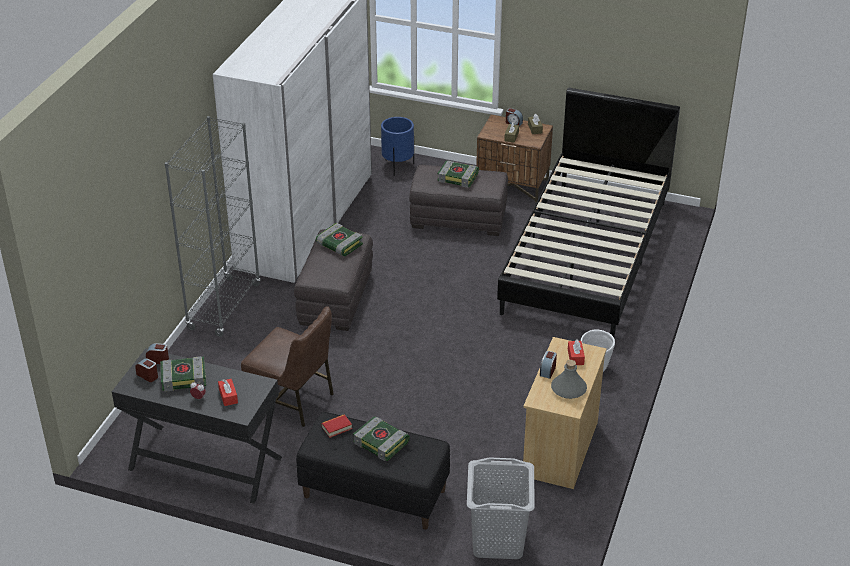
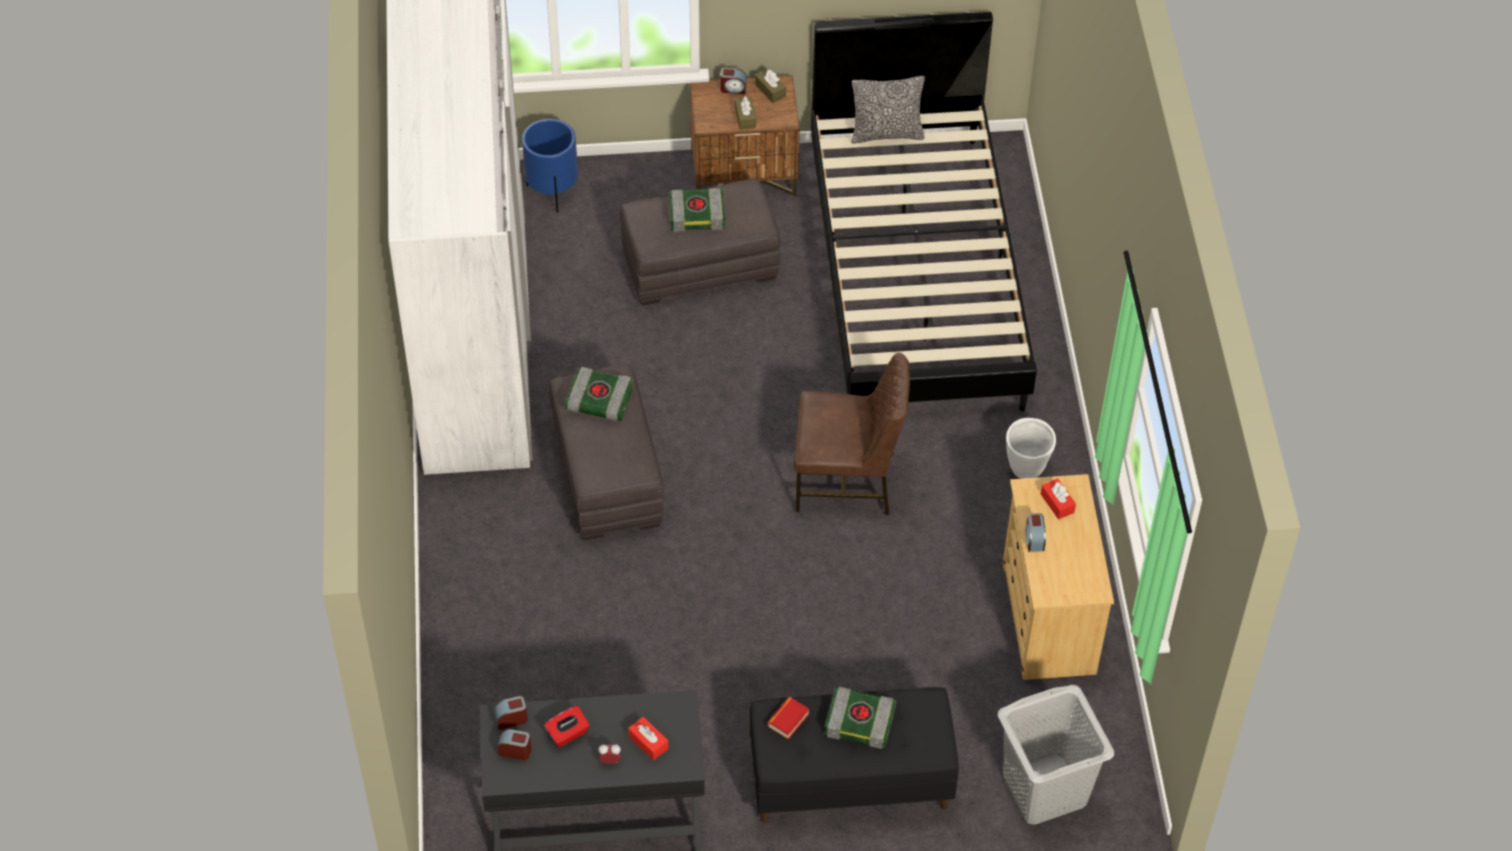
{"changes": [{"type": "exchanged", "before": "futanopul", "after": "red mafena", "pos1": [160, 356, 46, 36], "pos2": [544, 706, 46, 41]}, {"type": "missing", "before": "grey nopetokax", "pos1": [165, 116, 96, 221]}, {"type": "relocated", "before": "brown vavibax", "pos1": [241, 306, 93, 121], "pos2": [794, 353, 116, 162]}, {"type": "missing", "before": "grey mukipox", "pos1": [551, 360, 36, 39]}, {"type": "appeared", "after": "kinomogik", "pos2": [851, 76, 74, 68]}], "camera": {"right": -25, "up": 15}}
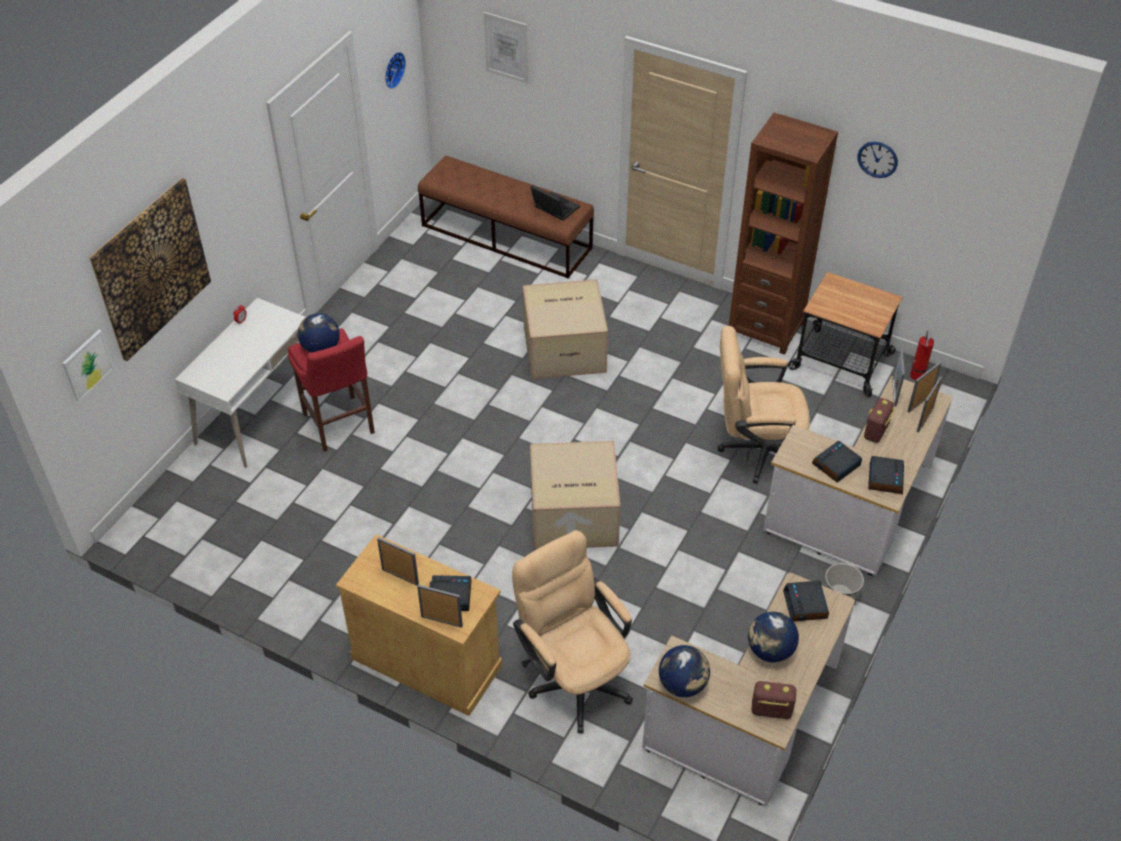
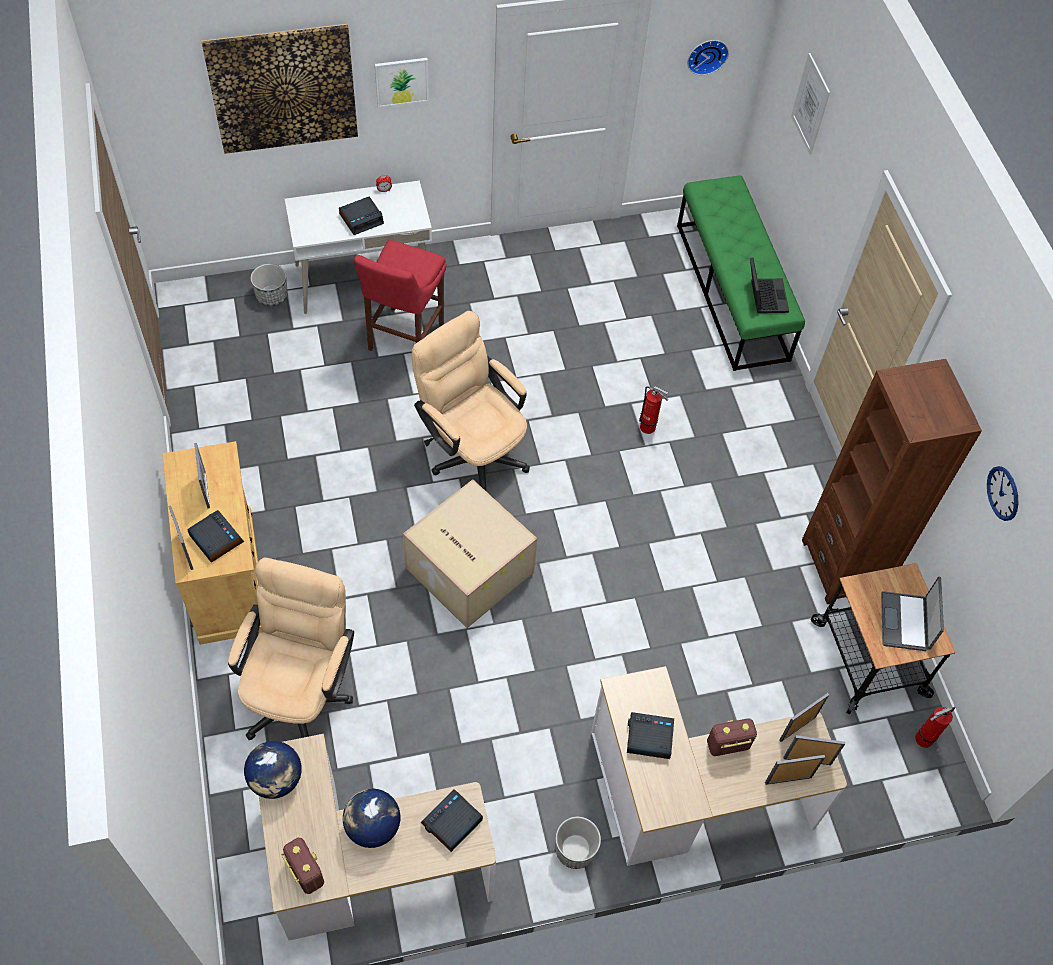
{"changes": [{"type": "relocated", "before": "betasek", "pos1": [62, 330, 52, 72], "pos2": [375, 58, 54, 49]}, {"type": "missing", "before": "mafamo", "pos1": [298, 313, 42, 40]}, {"type": "colour", "before": "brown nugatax", "after": "green nugatax", "pos1": [418, 156, 176, 122], "pos2": [677, 175, 128, 196]}, {"type": "exchanged", "before": "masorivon", "after": "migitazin", "pos1": [523, 279, 85, 100], "pos2": [639, 386, 29, 48]}, {"type": "relocated", "before": "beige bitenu", "pos1": [718, 326, 92, 158], "pos2": [412, 311, 118, 181]}, {"type": "relocated", "before": "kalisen", "pos1": [868, 456, 36, 38], "pos2": [339, 197, 45, 38]}, {"type": "appeared", "after": "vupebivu", "pos2": [251, 264, 37, 42]}, {"type": "appeared", "after": "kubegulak", "pos2": [881, 577, 63, 74]}], "camera": {"right": 45, "up": 10}}
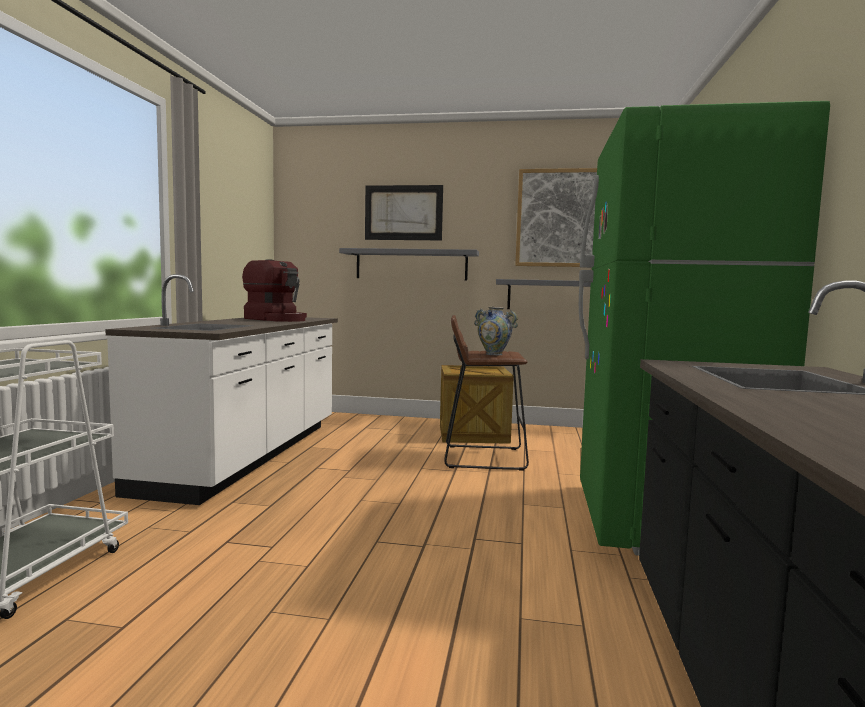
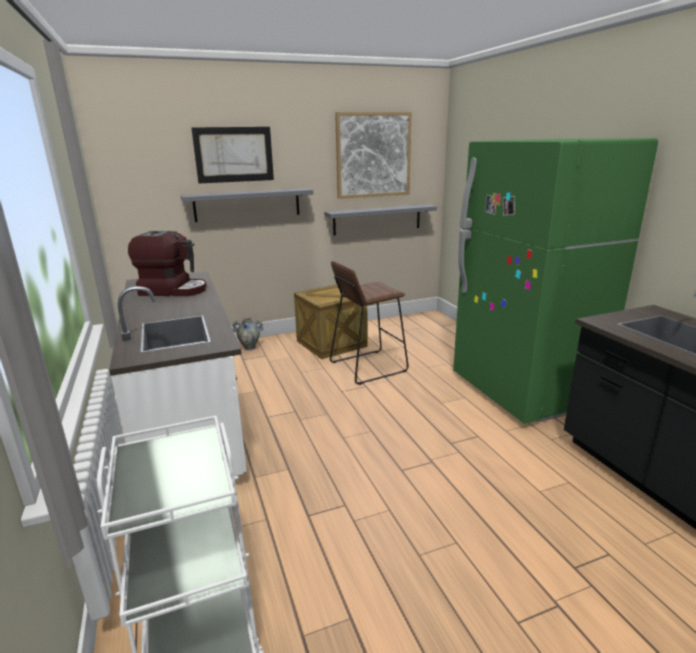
{"changes": [{"type": "relocated", "before": "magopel", "pos1": [474, 307, 44, 49], "pos2": [233, 317, 30, 34]}], "camera": {"right": -30, "up": 15}}
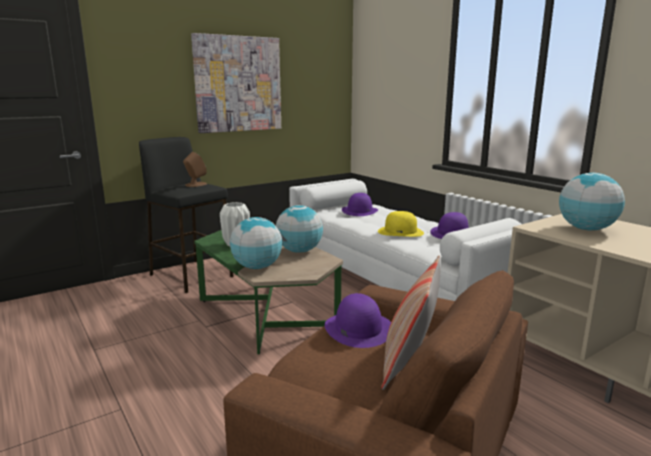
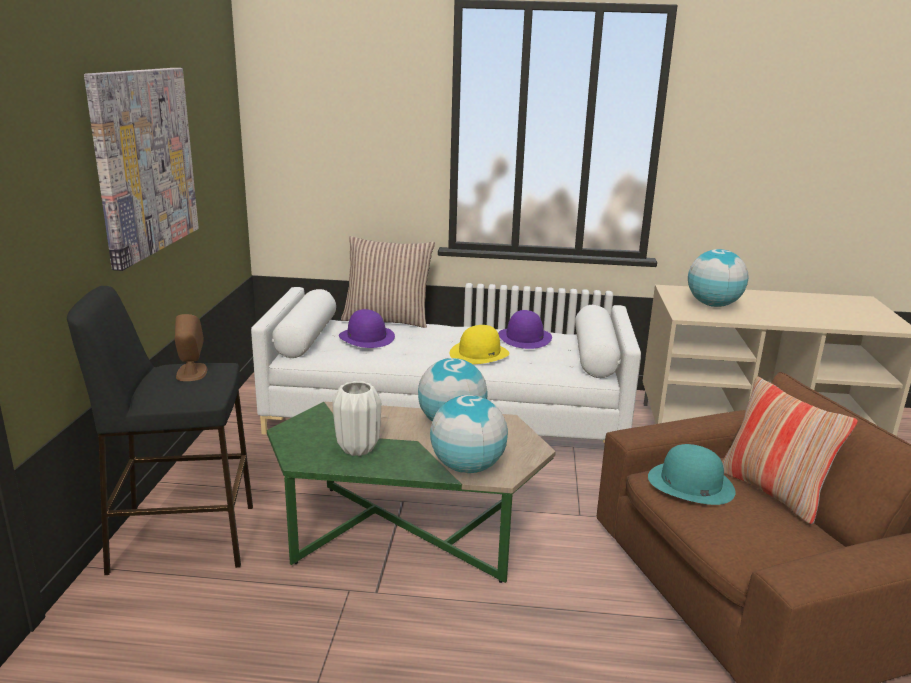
{"changes": [{"type": "colour", "before": "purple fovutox", "after": "turquoise fovutox", "pos1": [325, 293, 66, 55], "pos2": [648, 444, 88, 61]}, {"type": "appeared", "after": "kinomogik", "pos2": [341, 236, 94, 92]}], "camera": {"right": -50, "up": 5}}
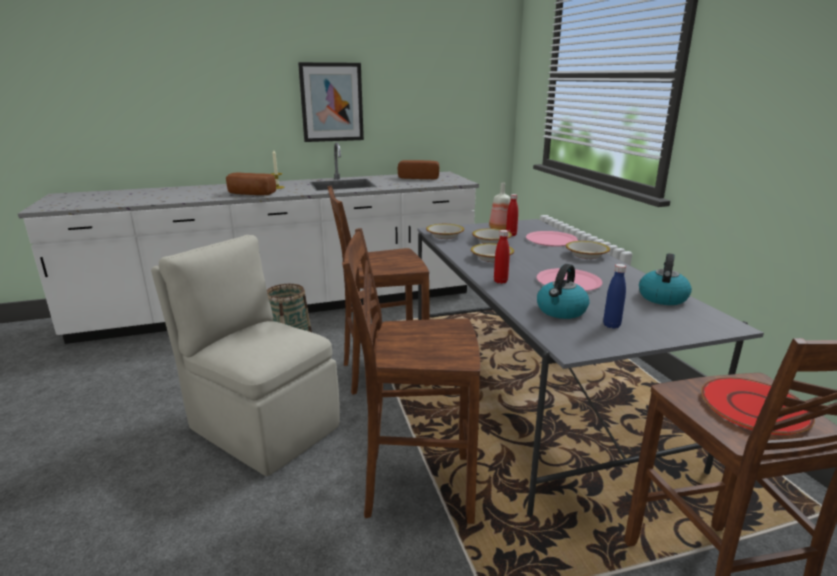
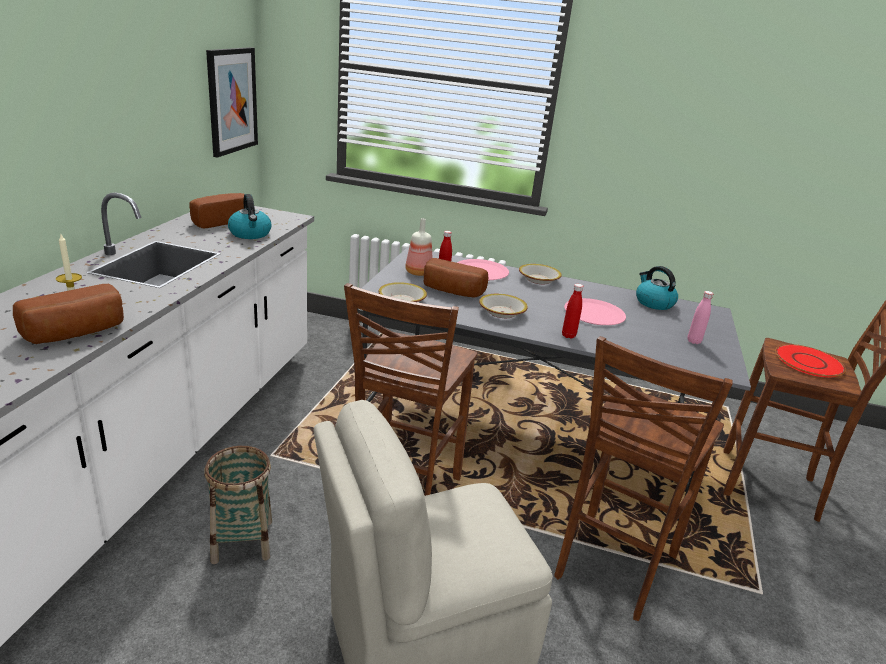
{"changes": [{"type": "relocated", "before": "betasek", "pos1": [298, 62, 66, 80], "pos2": [206, 47, 52, 111]}, {"type": "exchanged", "before": "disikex", "after": "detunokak", "pos1": [472, 228, 40, 16], "pos2": [424, 258, 64, 40]}, {"type": "relocated", "before": "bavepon", "pos1": [537, 264, 52, 55], "pos2": [228, 194, 44, 45]}, {"type": "colour", "before": "blue mukipox", "after": "pink mukipox", "pos1": [603, 264, 23, 65], "pos2": [687, 291, 26, 53]}], "camera": {"right": -60, "up": 5}}
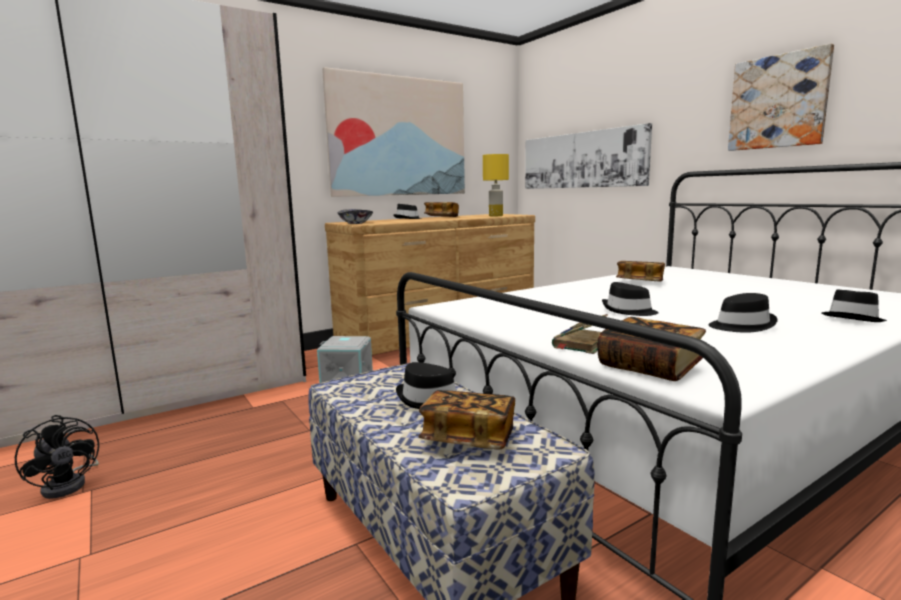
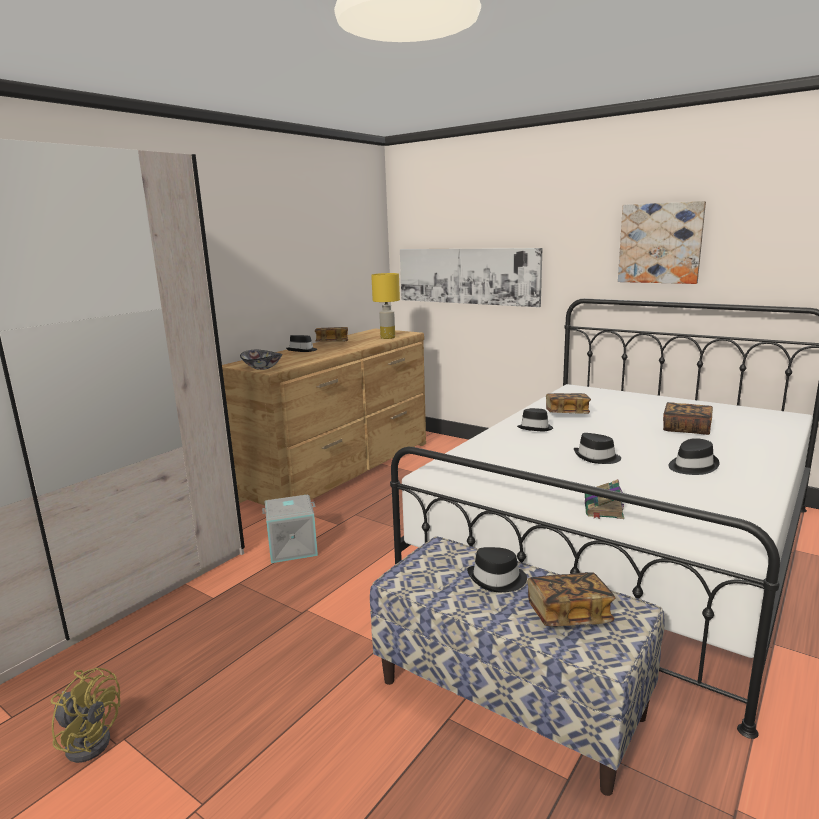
{"changes": [{"type": "colour", "before": "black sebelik", "after": "yellow sebelik", "pos1": [15, 415, 84, 84], "pos2": [51, 668, 70, 95]}, {"type": "missing", "before": "betasek", "pos1": [322, 67, 143, 130]}, {"type": "relocated", "before": "futanopul", "pos1": [597, 317, 109, 64], "pos2": [663, 402, 50, 33]}, {"type": "relocated", "before": "black fovutox", "pos1": [822, 289, 65, 33], "pos2": [517, 408, 36, 23]}], "camera": {"right": -20, "up": 5}}
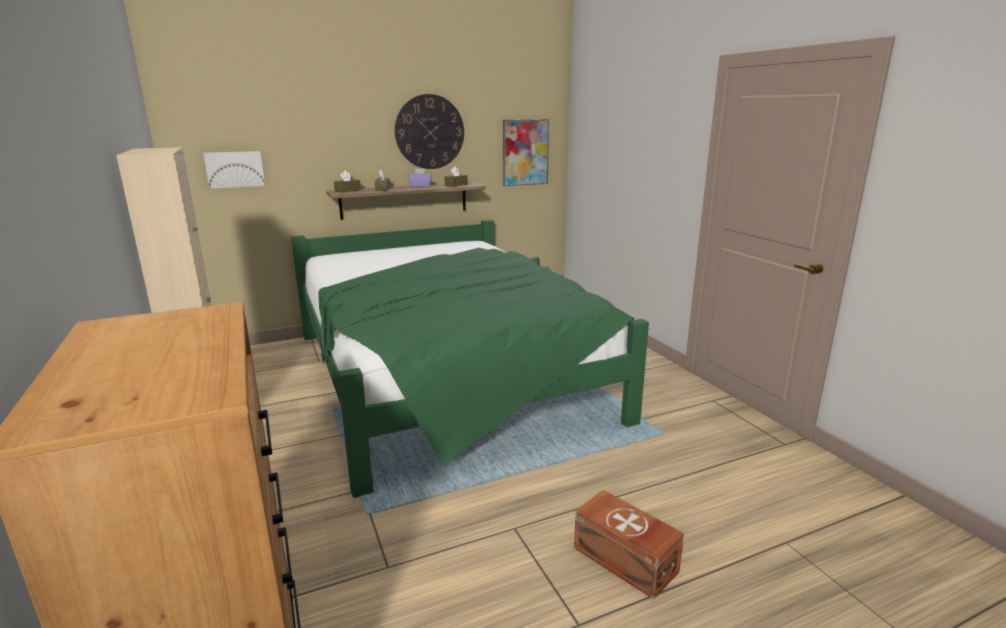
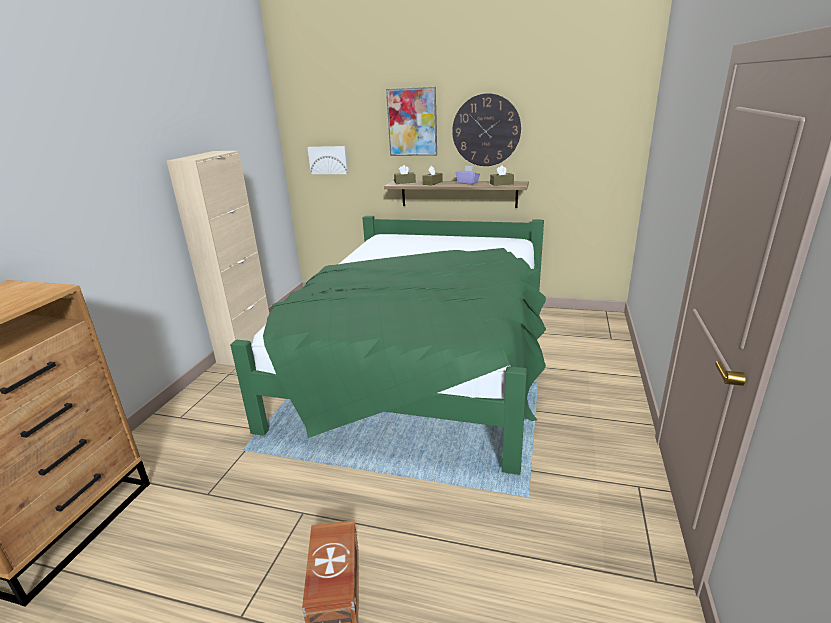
{"changes": [{"type": "relocated", "before": "betasek", "pos1": [503, 119, 46, 67], "pos2": [386, 87, 51, 69]}], "camera": {"right": 40, "up": 5}}
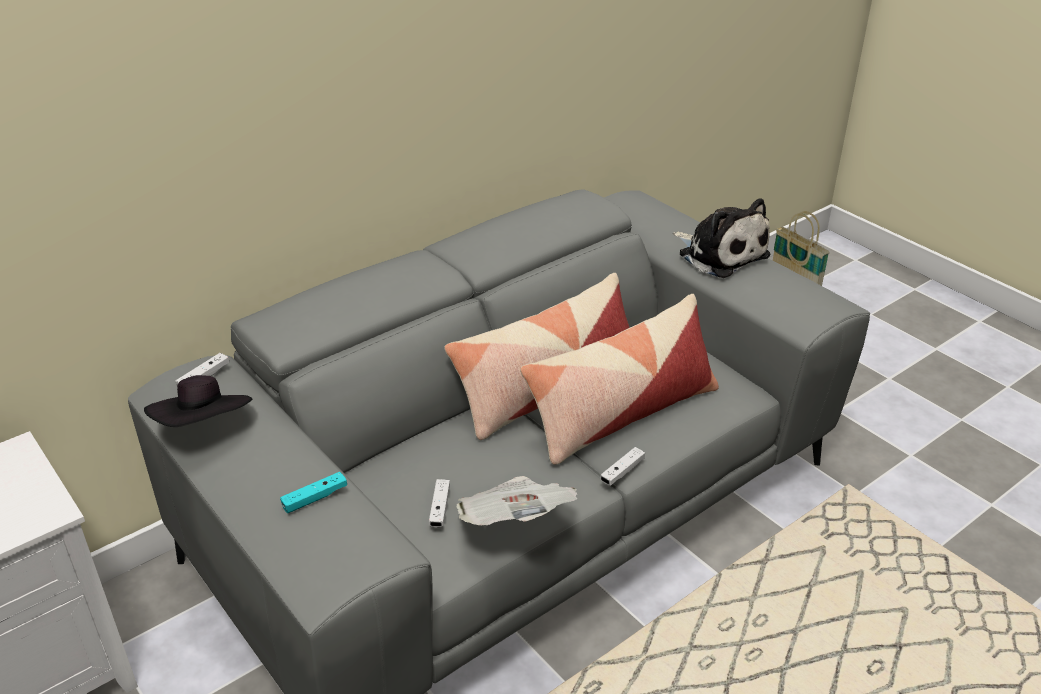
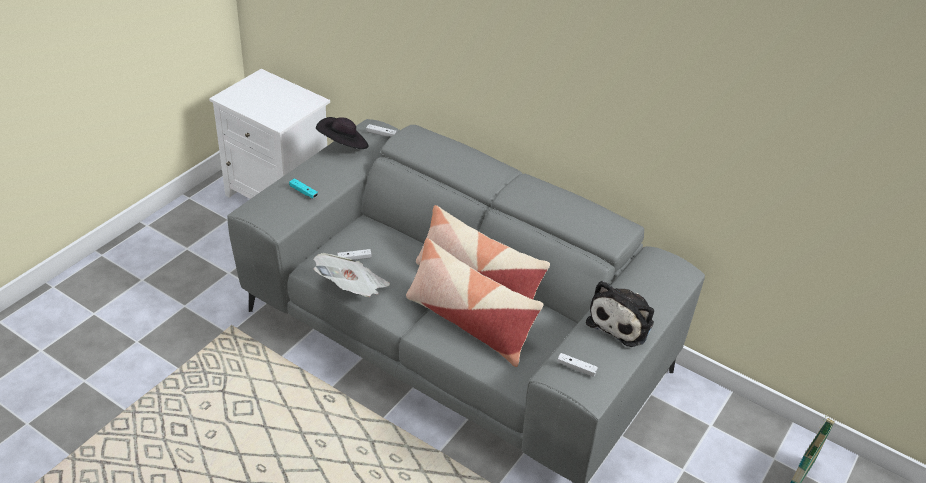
{"changes": [{"type": "relocated", "before": "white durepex", "pos1": [600, 447, 45, 38], "pos2": [557, 353, 41, 24]}], "camera": {"right": 70, "up": 5}}
